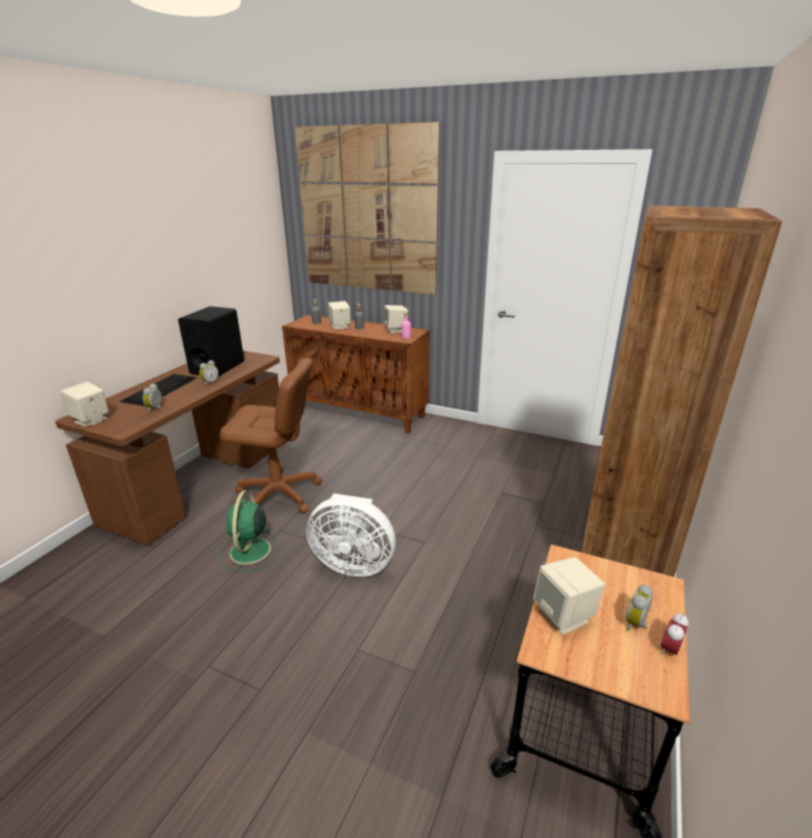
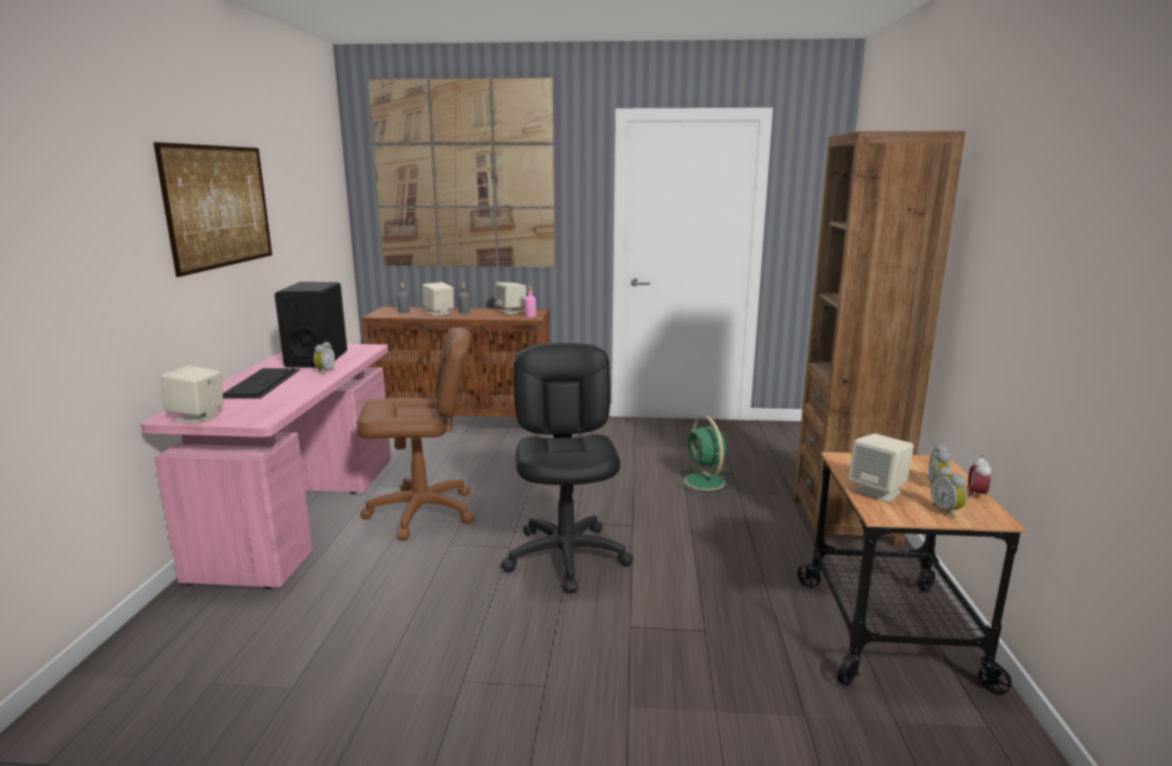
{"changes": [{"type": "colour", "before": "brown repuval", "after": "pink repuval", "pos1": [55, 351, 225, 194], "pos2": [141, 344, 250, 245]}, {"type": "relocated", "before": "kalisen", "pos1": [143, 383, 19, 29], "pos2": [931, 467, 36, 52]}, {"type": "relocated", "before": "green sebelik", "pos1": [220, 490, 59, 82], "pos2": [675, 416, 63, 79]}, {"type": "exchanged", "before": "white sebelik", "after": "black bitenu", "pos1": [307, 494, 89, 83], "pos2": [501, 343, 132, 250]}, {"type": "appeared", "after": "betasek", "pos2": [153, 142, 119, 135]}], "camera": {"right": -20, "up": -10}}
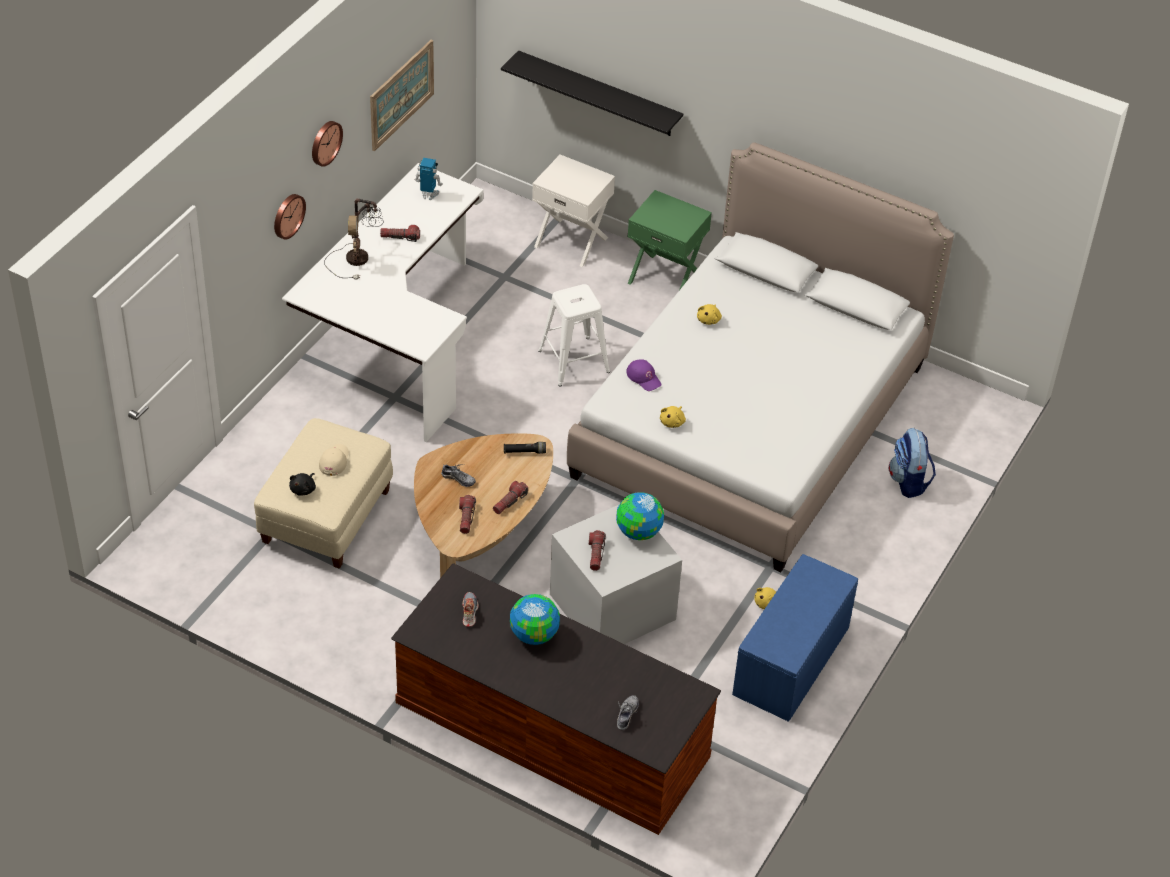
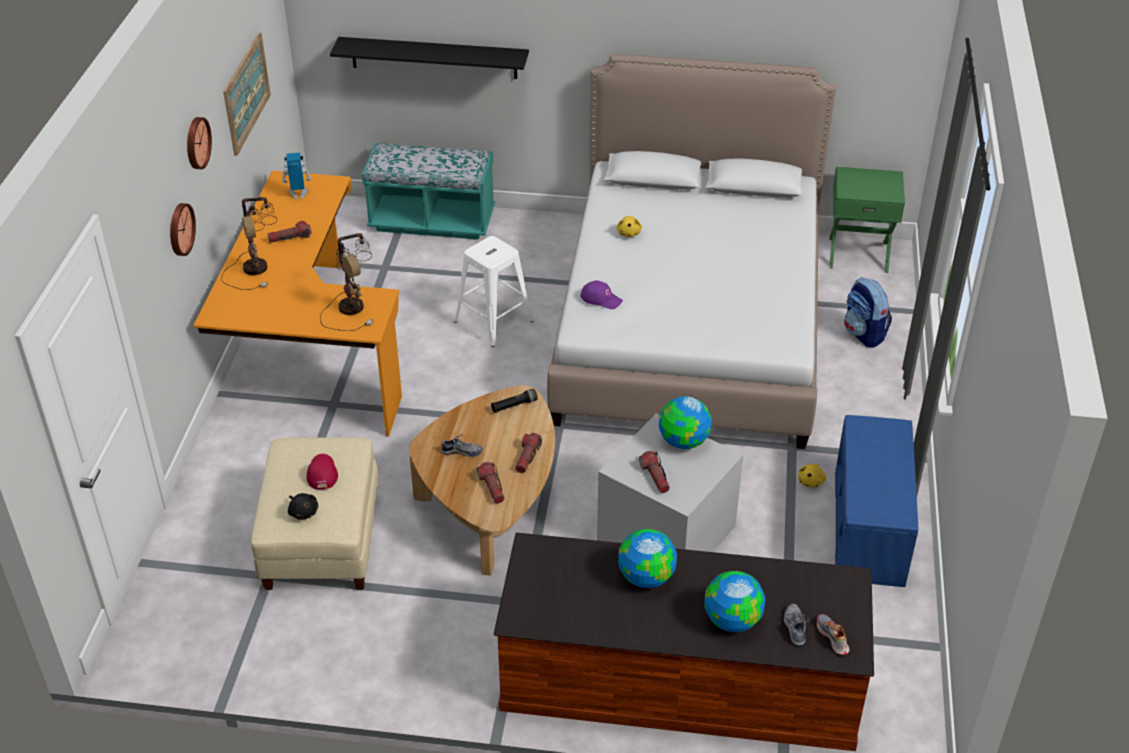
{"changes": [{"type": "colour", "before": "white repuval", "after": "orange repuval", "pos1": [282, 163, 202, 279], "pos2": [193, 171, 209, 266]}, {"type": "spun", "before": "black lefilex", "pos1": [289, 473, 27, 23], "pos2": [288, 493, 30, 27], "turn": -45}, {"type": "colour", "before": "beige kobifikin", "after": "red kobifikin", "pos1": [319, 444, 30, 32], "pos2": [307, 454, 31, 36]}, {"type": "relocated", "before": "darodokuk", "pos1": [463, 592, 16, 35], "pos2": [817, 614, 33, 41]}, {"type": "exchanged", "before": "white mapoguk", "after": "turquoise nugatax", "pos1": [532, 154, 83, 113], "pos2": [362, 143, 133, 97]}, {"type": "relocated", "before": "green mapoguk", "pos1": [627, 190, 85, 100], "pos2": [830, 167, 75, 106]}, {"type": "missing", "before": "yellow lefilex", "pos1": [660, 406, 26, 22]}, {"type": "appeared", "after": "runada", "pos2": [320, 233, 53, 98]}, {"type": "appeared", "after": "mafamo", "pos2": [704, 571, 61, 61]}], "camera": {"right": -20, "up": -5}}
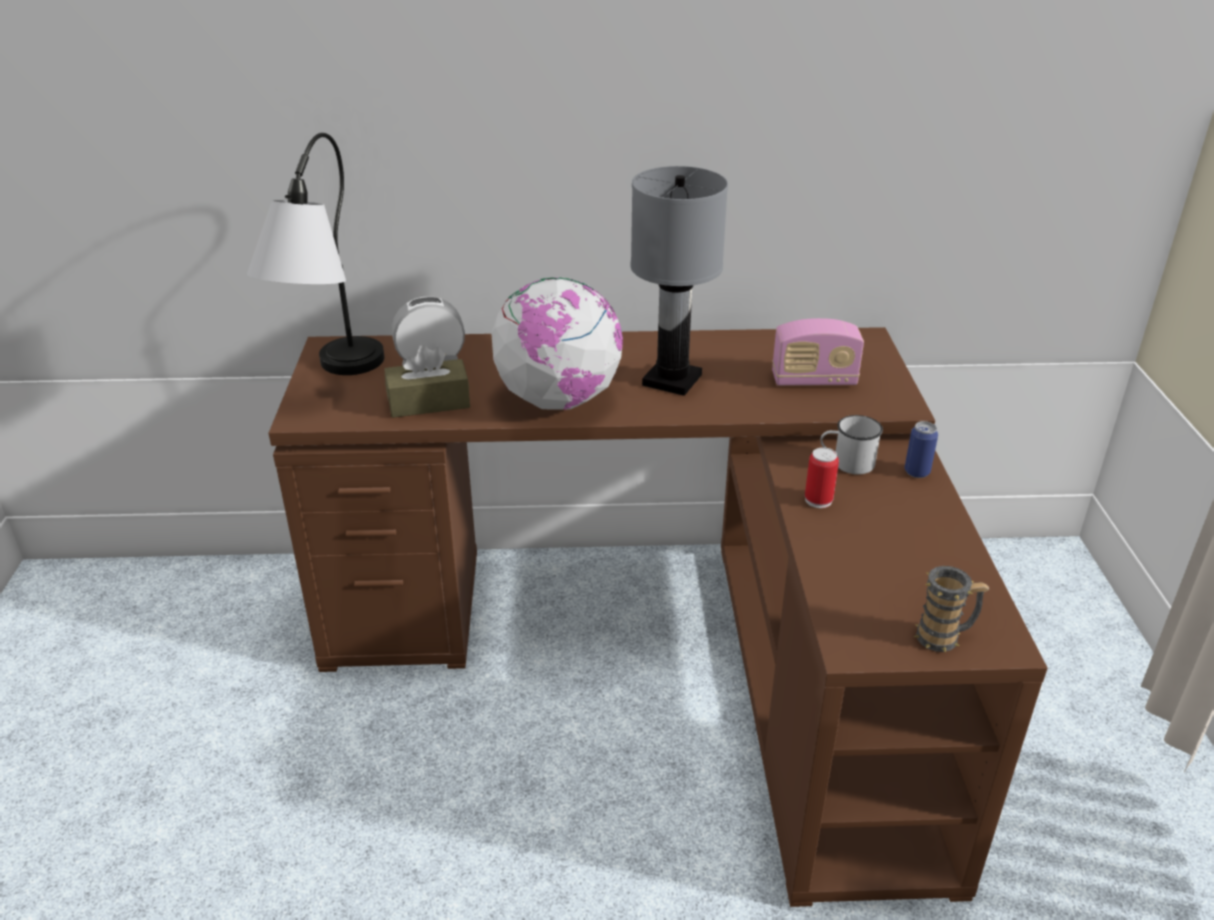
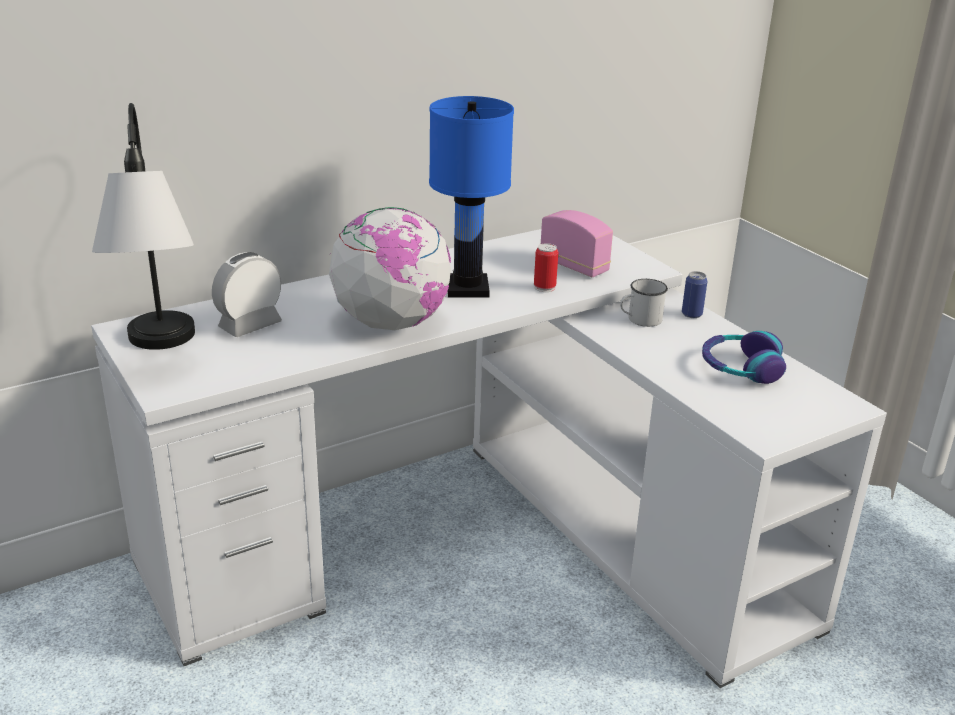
{"changes": [{"type": "colour", "before": "brown repuval", "after": "white repuval", "pos1": [268, 327, 780, 580], "pos2": [91, 229, 796, 459]}, {"type": "missing", "before": "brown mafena", "pos1": [384, 345, 86, 73]}, {"type": "colour", "before": "grey runada", "after": "blue runada", "pos1": [631, 166, 97, 230], "pos2": [429, 96, 85, 202]}, {"type": "spun", "before": "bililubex", "pos1": [772, 318, 92, 68], "pos2": [541, 210, 72, 67], "turn": -105}, {"type": "relocated", "before": "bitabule", "pos1": [805, 447, 34, 61], "pos2": [534, 243, 24, 49]}, {"type": "missing", "before": "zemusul", "pos1": [914, 566, 75, 86]}, {"type": "appeared", "after": "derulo", "pos2": [702, 331, 84, 53]}], "camera": {"right": -30, "up": -5}}
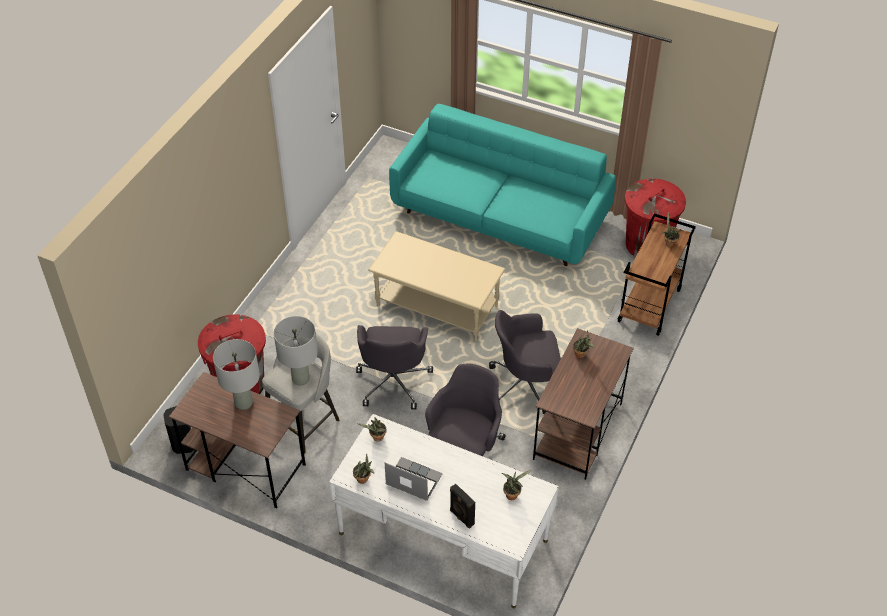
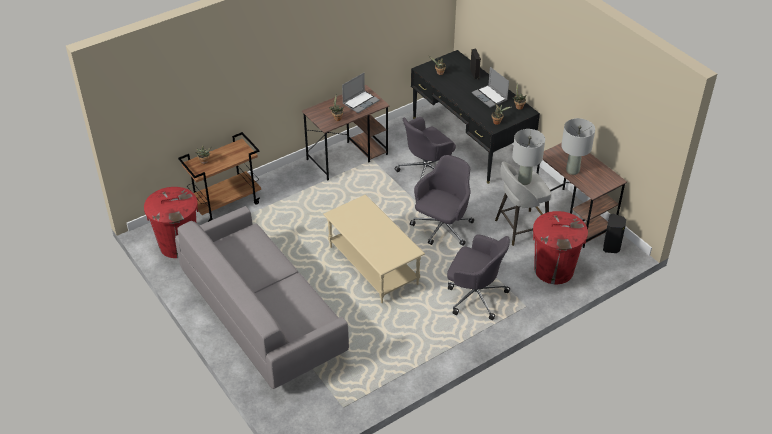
{"changes": [{"type": "colour", "before": "white repuval", "after": "black repuval", "pos1": [329, 414, 230, 194], "pos2": [411, 50, 129, 134]}, {"type": "colour", "before": "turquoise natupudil", "after": "grey natupudil", "pos1": [389, 104, 227, 162], "pos2": [175, 206, 174, 183]}, {"type": "relocated", "before": "grey bitenu", "pos1": [489, 310, 72, 104], "pos2": [447, 234, 63, 86]}, {"type": "appeared", "after": "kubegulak", "pos2": [342, 73, 38, 40]}], "camera": {"right": -150, "up": -5}}
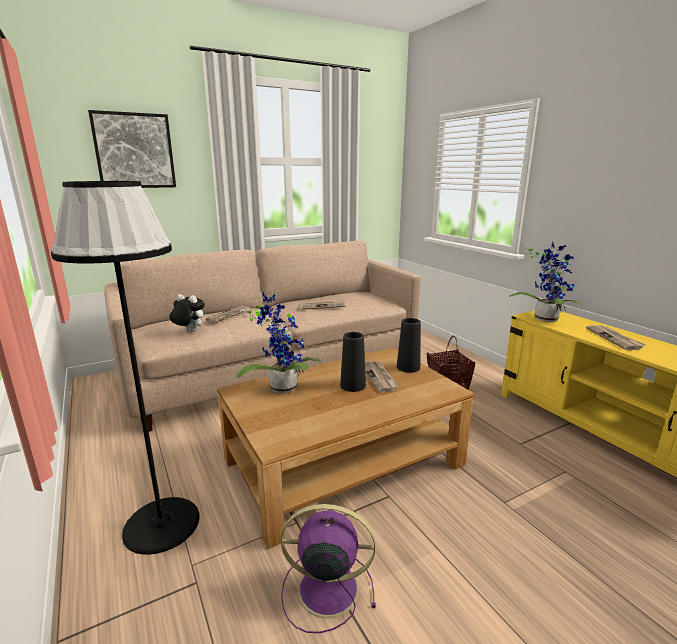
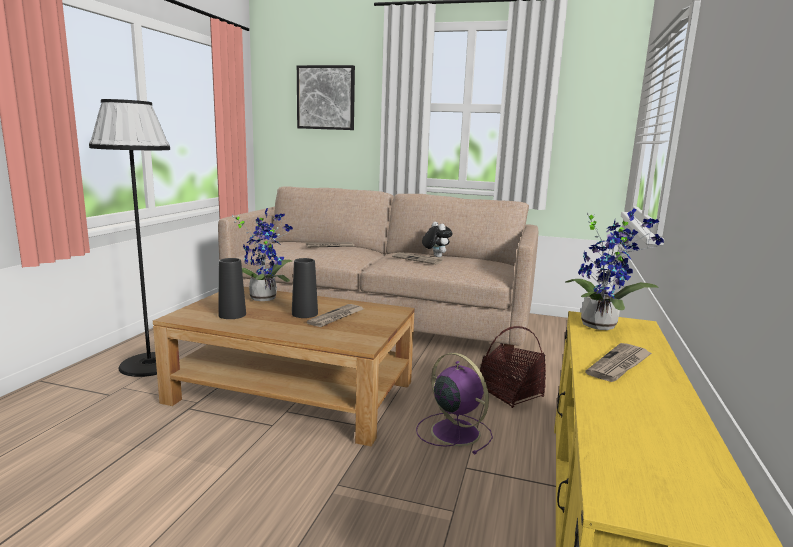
{"changes": [{"type": "relocated", "before": "lefilex", "pos1": [169, 294, 36, 38], "pos2": [422, 222, 30, 35]}, {"type": "relocated", "before": "purple sebelik", "pos1": [281, 504, 95, 129], "pos2": [416, 353, 77, 101]}, {"type": "relocated", "before": "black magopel", "pos1": [397, 318, 24, 55], "pos2": [218, 258, 28, 61]}], "camera": {"right": 45, "up": -5}}
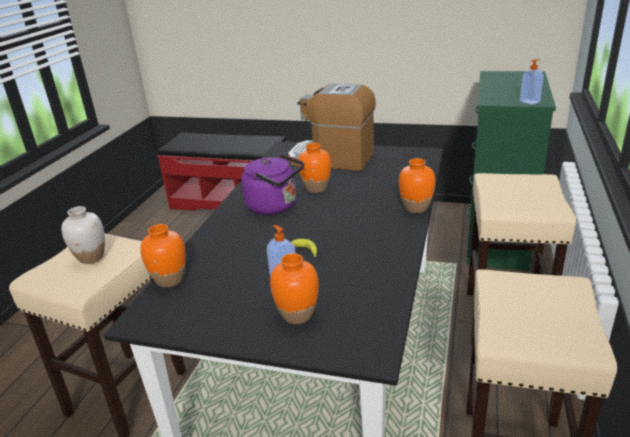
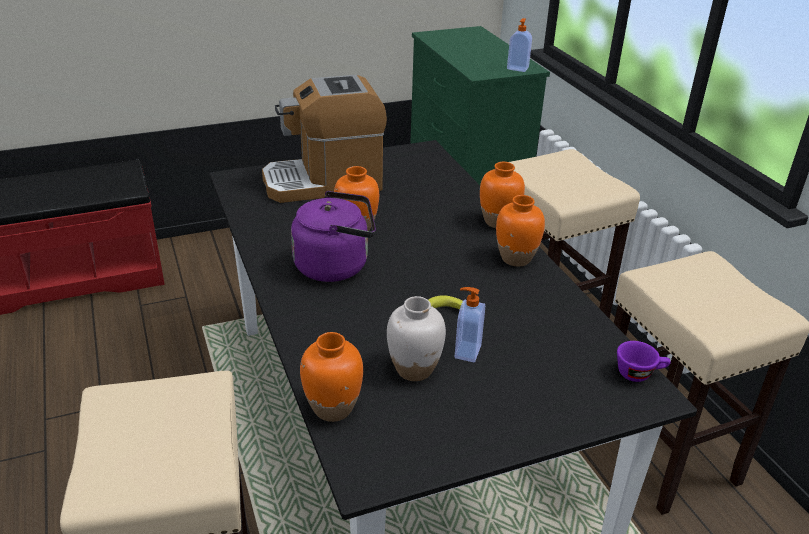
{"changes": [{"type": "relocated", "before": "white magopel", "pos1": [61, 206, 44, 58], "pos2": [387, 296, 59, 85]}, {"type": "relocated", "before": "orange magopel", "pos1": [270, 253, 49, 71], "pos2": [496, 195, 49, 71]}, {"type": "appeared", "after": "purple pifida", "pos2": [617, 341, 54, 41]}], "camera": {"right": -40, "up": 5}}
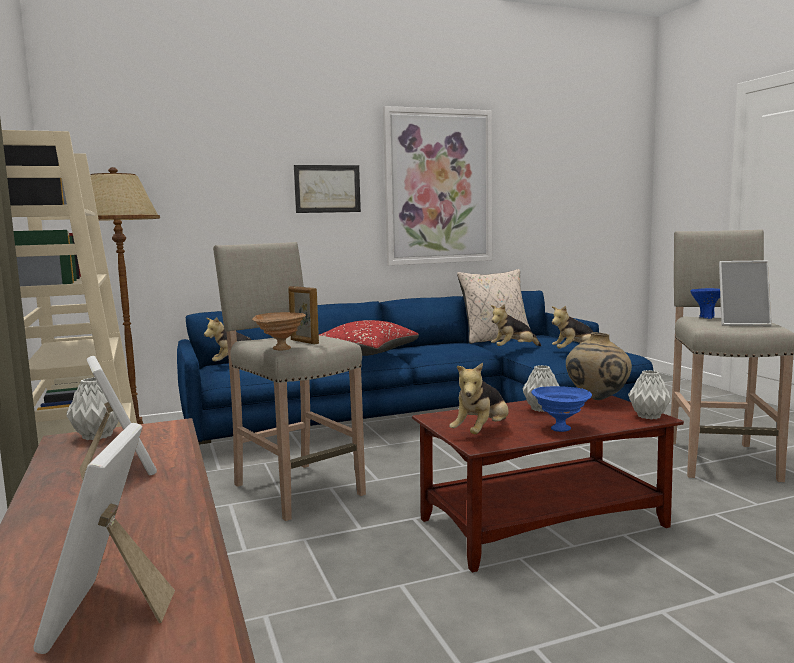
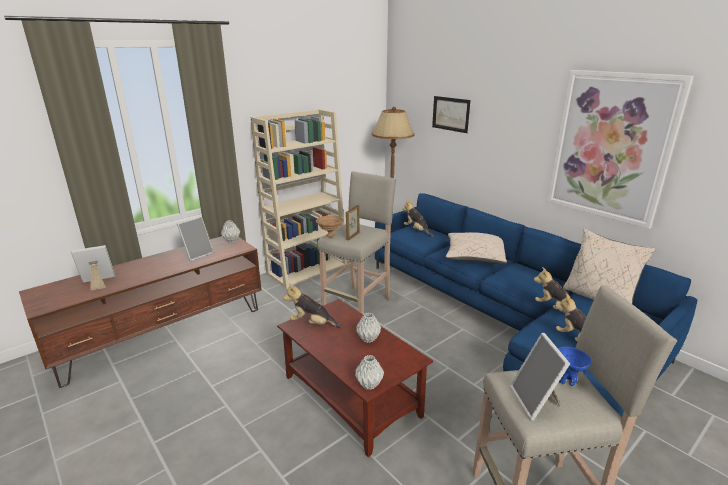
{"changes": [{"type": "relocated", "before": "betasek", "pos1": [294, 165, 67, 48], "pos2": [432, 96, 39, 37]}, {"type": "colour", "before": "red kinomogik", "after": "beige kinomogik", "pos1": [319, 320, 100, 36], "pos2": [446, 232, 61, 33]}, {"type": "missing", "before": "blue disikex", "pos1": [531, 386, 61, 46]}, {"type": "missing", "before": "beige magopel", "pos1": [566, 332, 66, 68]}], "camera": {"right": 70, "up": 15}}
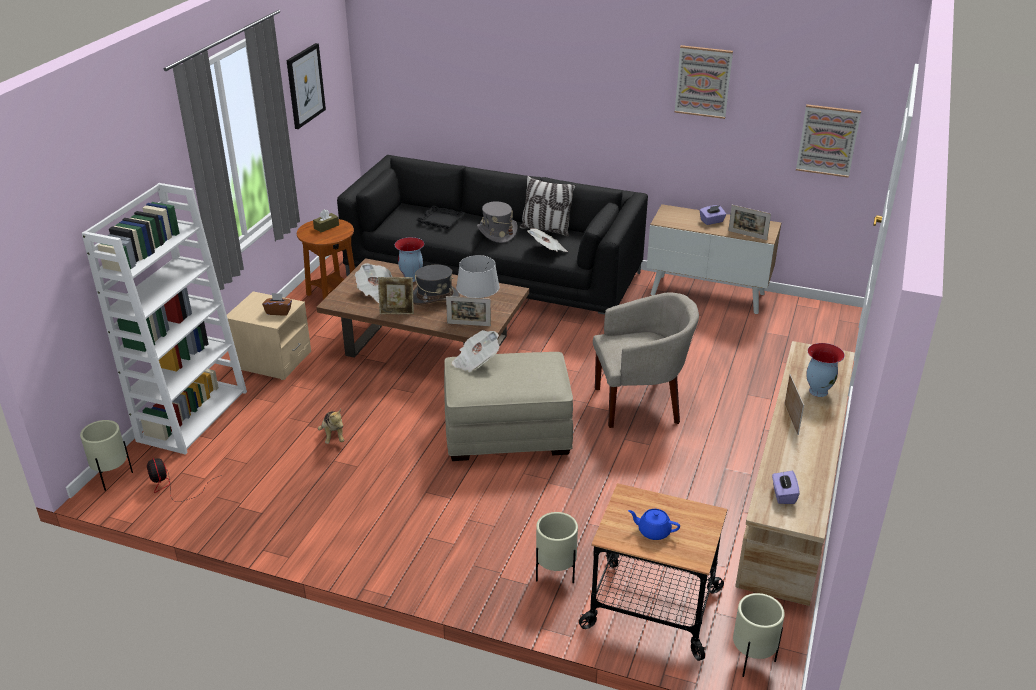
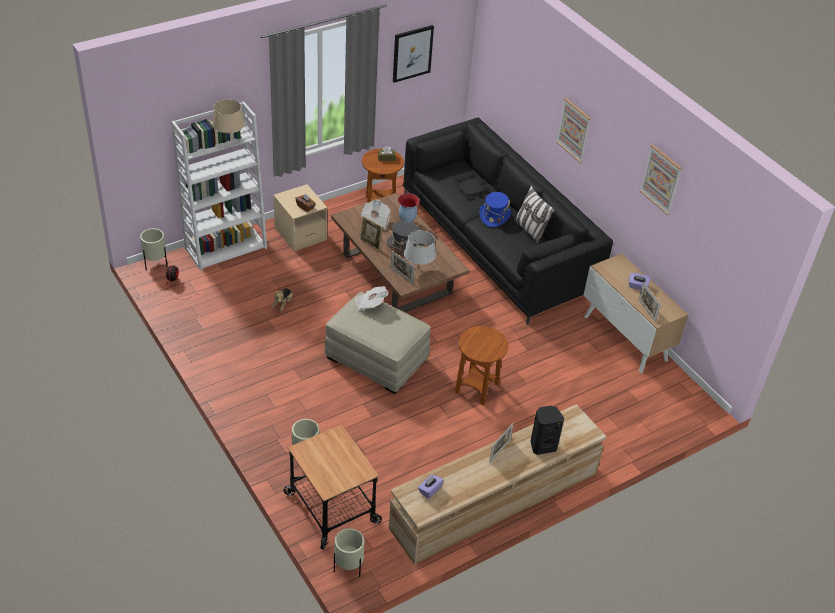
{"changes": [{"type": "colour", "before": "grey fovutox", "after": "blue fovutox", "pos1": [477, 201, 41, 42], "pos2": [479, 192, 33, 35]}, {"type": "missing", "before": "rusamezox", "pos1": [527, 228, 41, 24]}, {"type": "exchanged", "before": "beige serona", "after": "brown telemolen", "pos1": [593, 292, 106, 136], "pos2": [455, 326, 53, 79]}, {"type": "missing", "before": "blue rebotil", "pos1": [628, 509, 52, 31]}, {"type": "relocated", "before": "betasek", "pos1": [796, 104, 65, 74], "pos2": [556, 98, 35, 65]}, {"type": "exchanged", "before": "magopel", "after": "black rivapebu", "pos1": [806, 343, 39, 54], "pos2": [531, 405, 33, 50]}, {"type": "appeared", "after": "beige runada", "pos2": [212, 99, 33, 43]}], "camera": {"right": 35, "up": 10}}
